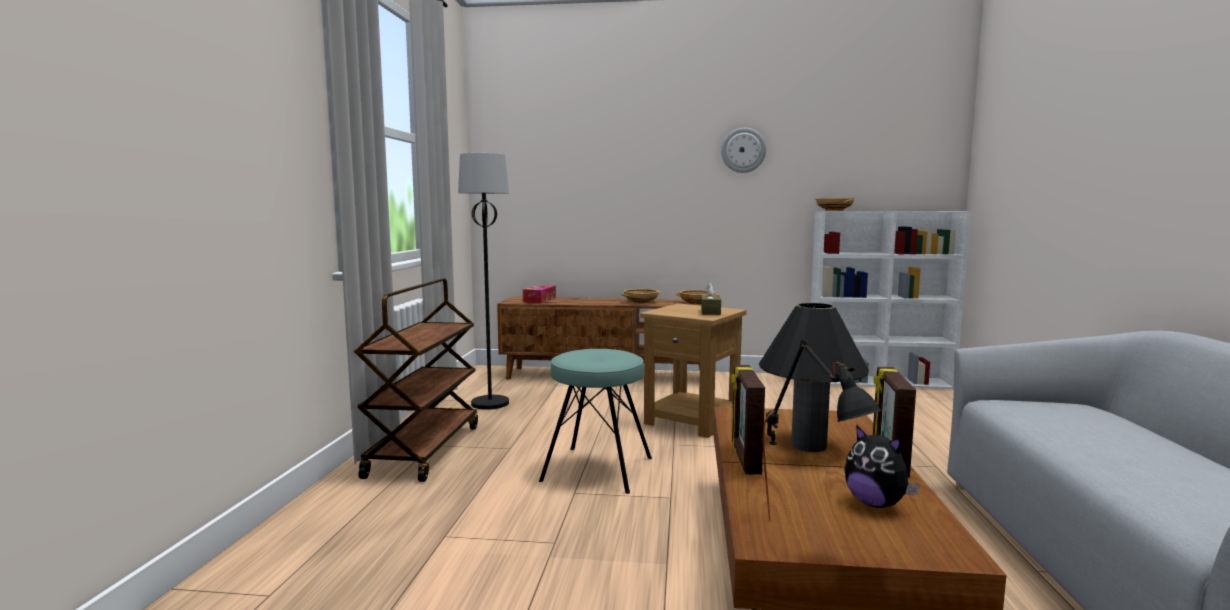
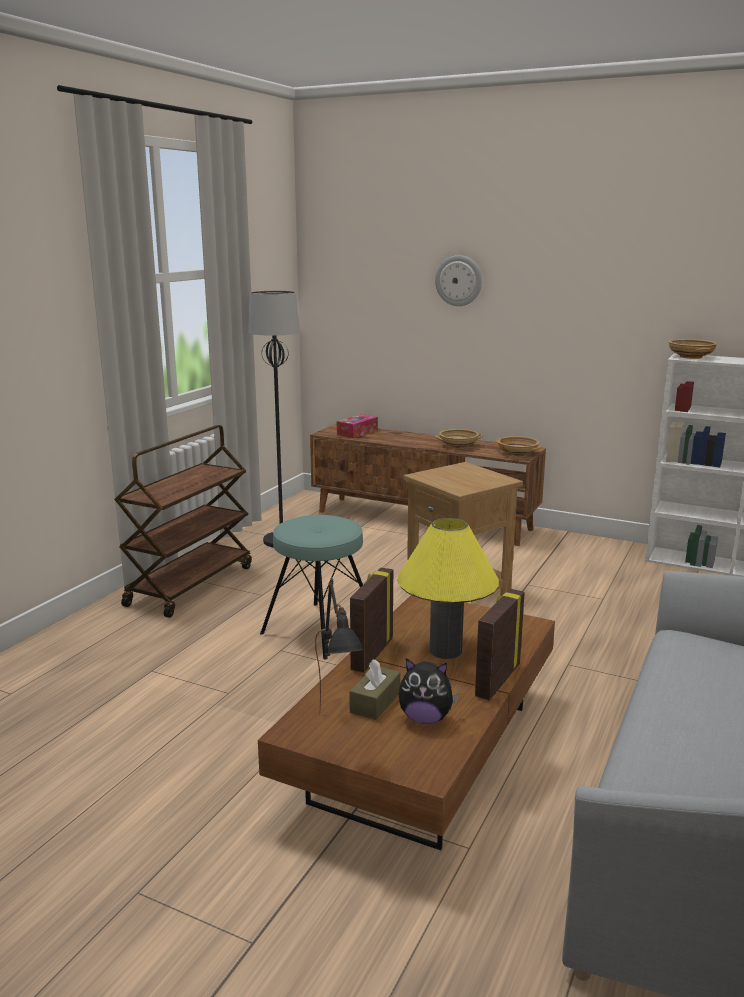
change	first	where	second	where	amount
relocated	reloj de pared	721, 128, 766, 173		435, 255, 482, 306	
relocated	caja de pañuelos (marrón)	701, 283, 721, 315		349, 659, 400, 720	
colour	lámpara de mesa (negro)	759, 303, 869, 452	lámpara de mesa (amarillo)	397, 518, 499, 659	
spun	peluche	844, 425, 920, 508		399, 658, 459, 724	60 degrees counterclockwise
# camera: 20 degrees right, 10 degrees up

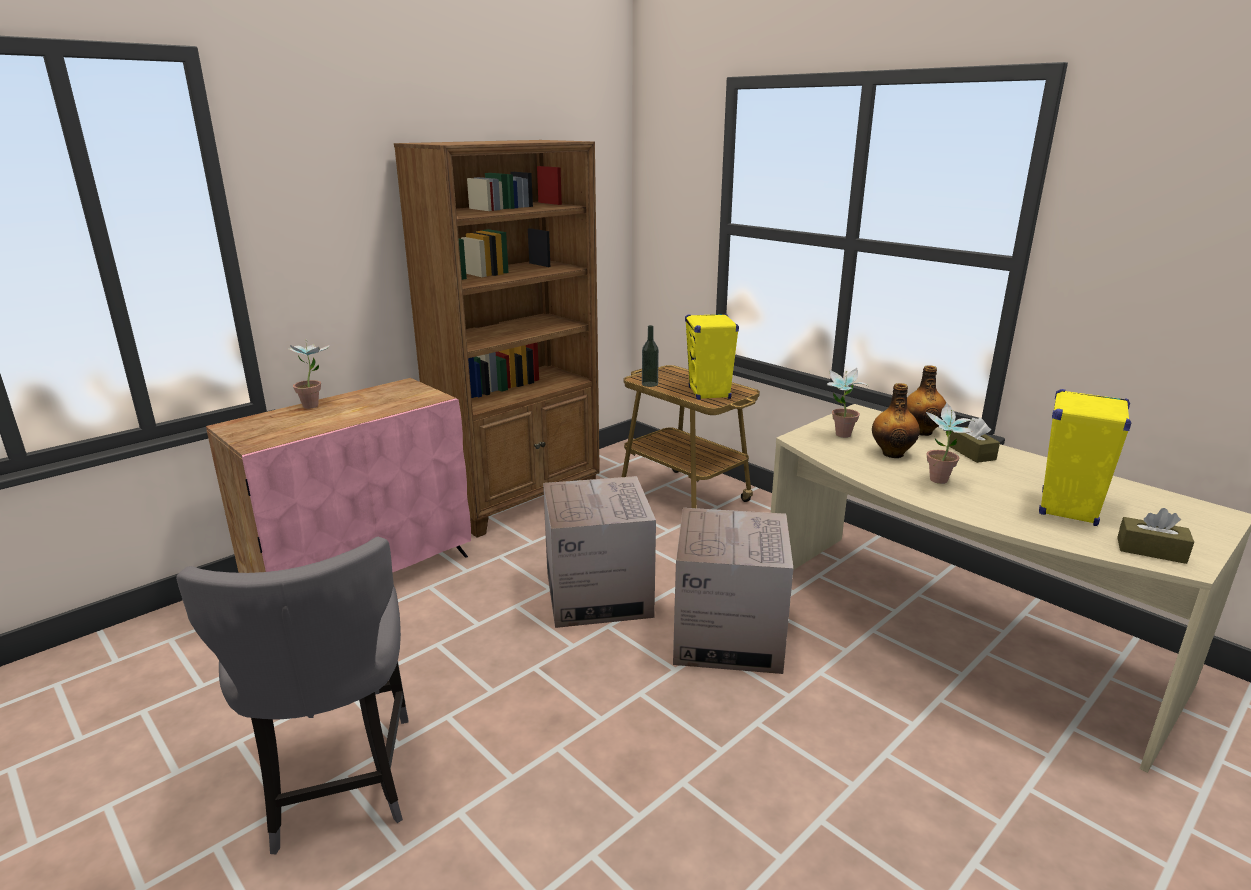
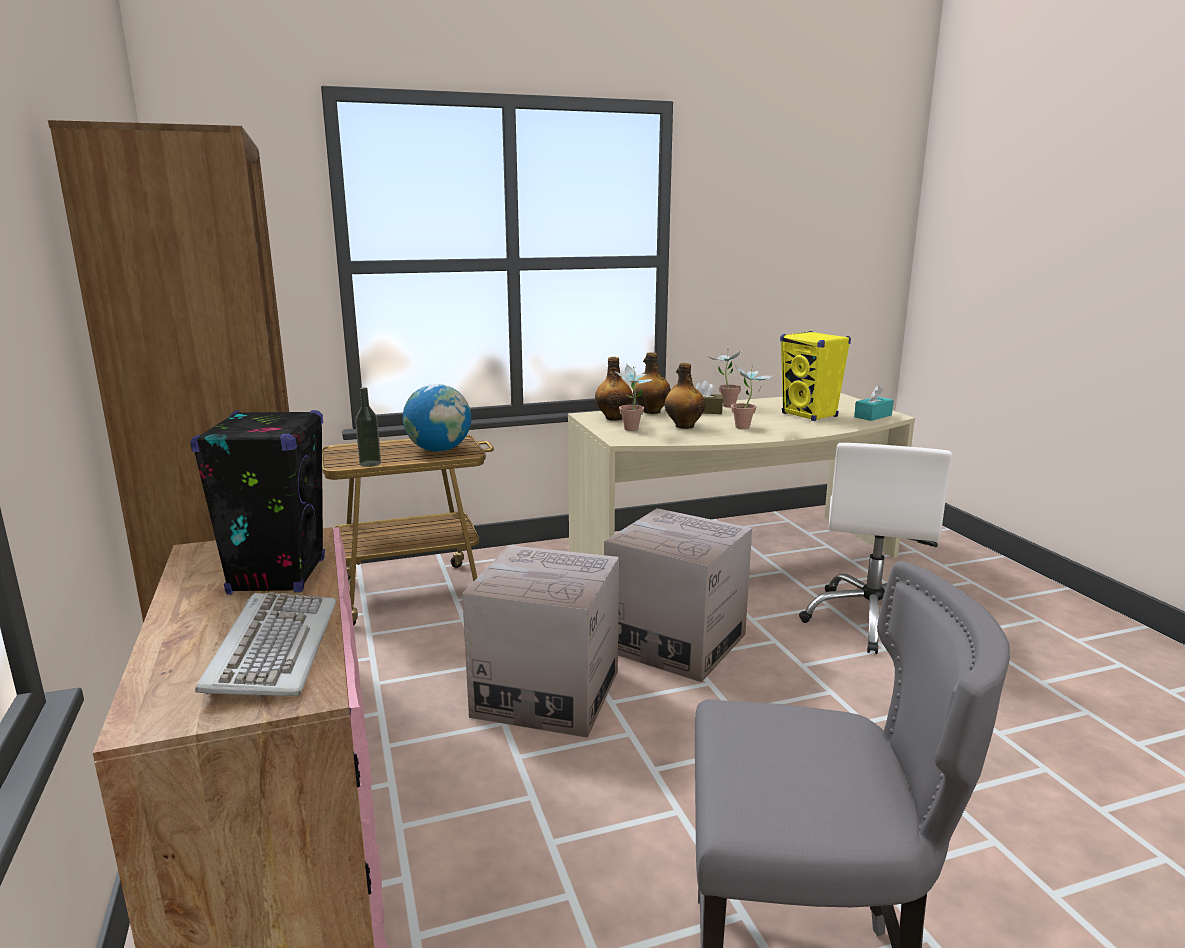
change	first	where	second	where	amount
exchanged	altavoz (amarillo)	685, 313, 739, 400	globo terráqueo	403, 384, 471, 452	
relocated	planta en maceta	289, 341, 329, 409		709, 348, 742, 408	
colour	caja de pañuelos (marrón)	1117, 508, 1194, 564	caja de pañuelos (turquesa)	854, 385, 894, 421	
appeared			botella	595, 357, 633, 421	
appeared			altavoz (negro)	190, 410, 325, 594	
appeared			silla de oficina (blanco)	799, 443, 952, 654	
appeared			teclado	195, 592, 336, 696	
# camera: 65 degrees left, 5 degrees down

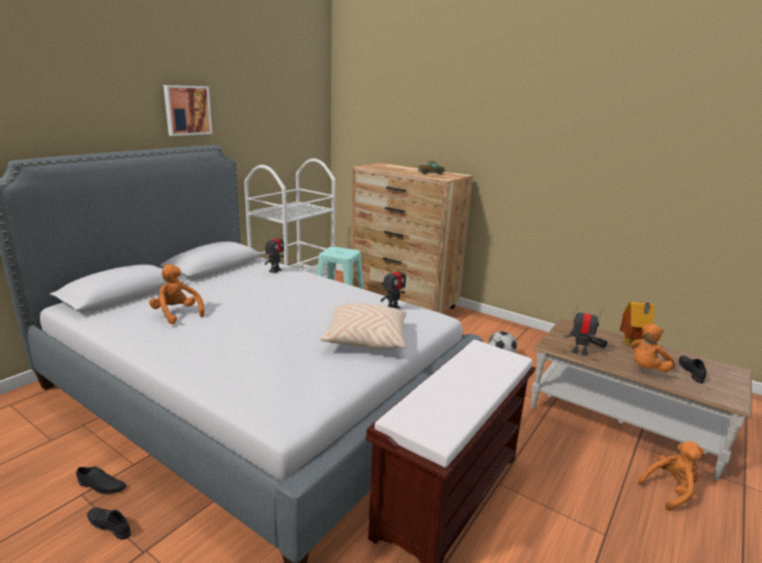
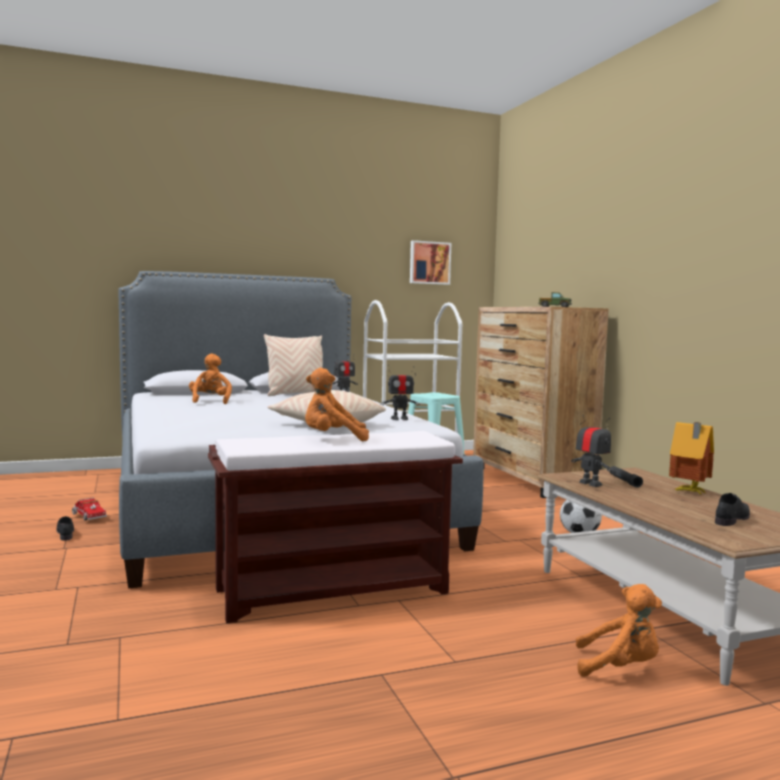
change	first	where	second	where	amount
relocated	cuadro	163, 85, 212, 136		410, 240, 451, 285	
relocated	peluche (naranja)	631, 324, 675, 372		305, 368, 369, 441	
exchanged	zapato (negro)	76, 466, 126, 494	camión de juguete	72, 498, 107, 521	
appeared			cojín (beis)	264, 334, 323, 396	
# camera: 35 degrees right, 15 degrees down

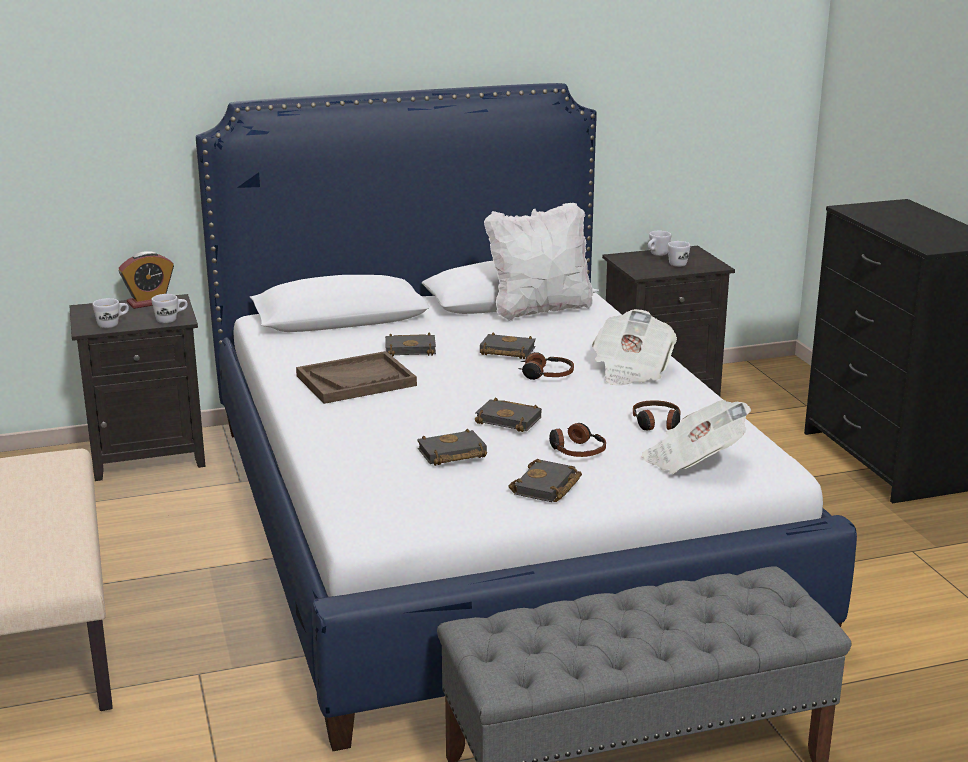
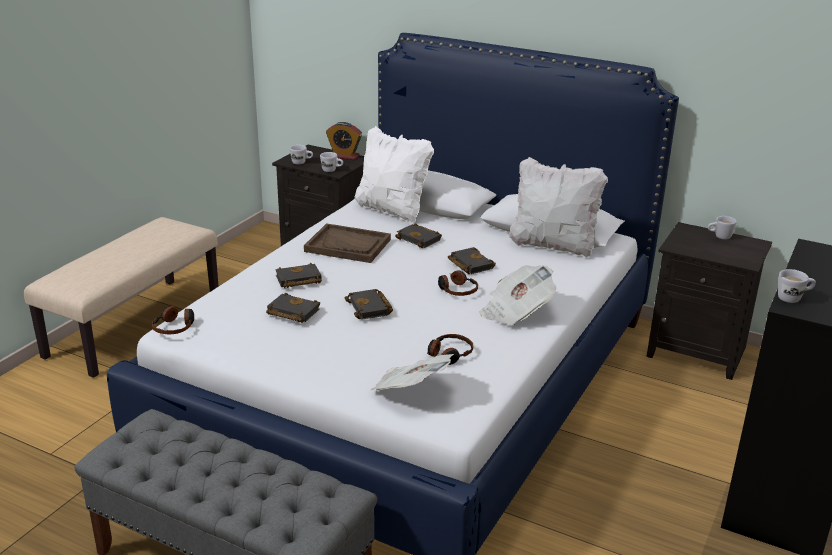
change	first	where	second	where	amount
relocated	taza grande (blanco)	668, 241, 691, 267		778, 269, 816, 303	
relocated	auriculares	549, 423, 606, 457		152, 306, 194, 334	
relocated	libro (negro)	508, 459, 582, 502		275, 263, 322, 288	
appeared			cojín (blanco)	355, 126, 434, 223	
# camera: 45 degrees right, 5 degrees up

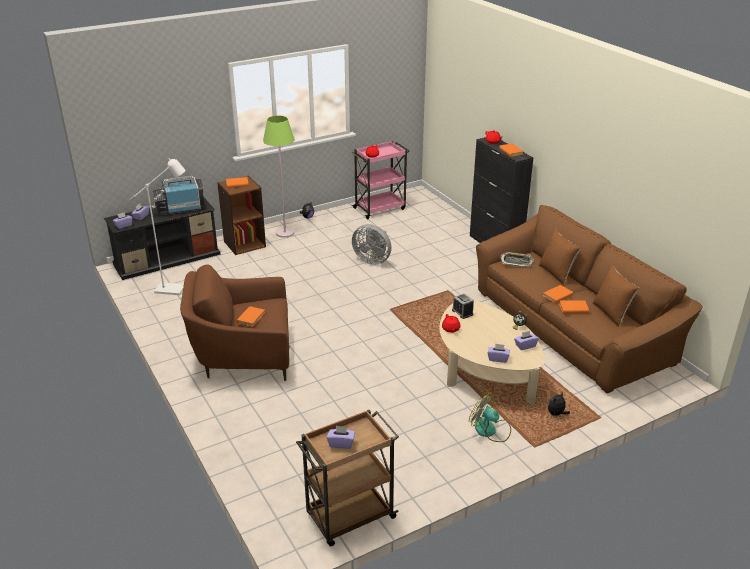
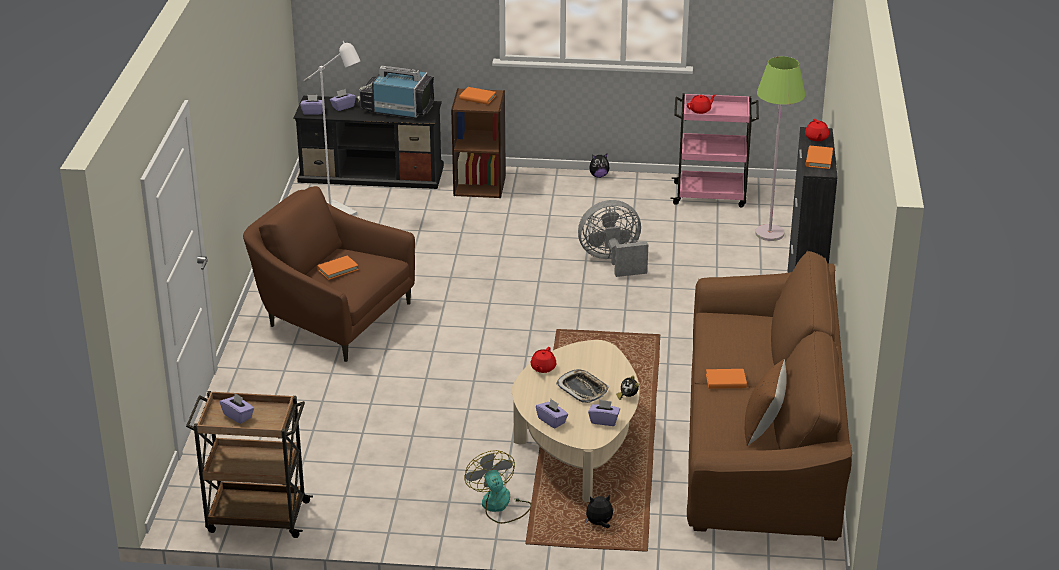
change	first	where	second	where	amount
relocated	lámpara de pie (verde)	263, 116, 295, 238		755, 56, 805, 241	
spun	ventilador (gris)	352, 224, 391, 265		578, 200, 648, 277	105 degrees clockwise
missing	cojín (marrón)	539, 229, 581, 285			
relocated	bandeja	500, 252, 534, 268		556, 369, 609, 403	
missing	despertador	452, 293, 474, 319			
missing	libro (naranja)	559, 300, 589, 313			
# camera: 35 degrees right, 0 degrees up

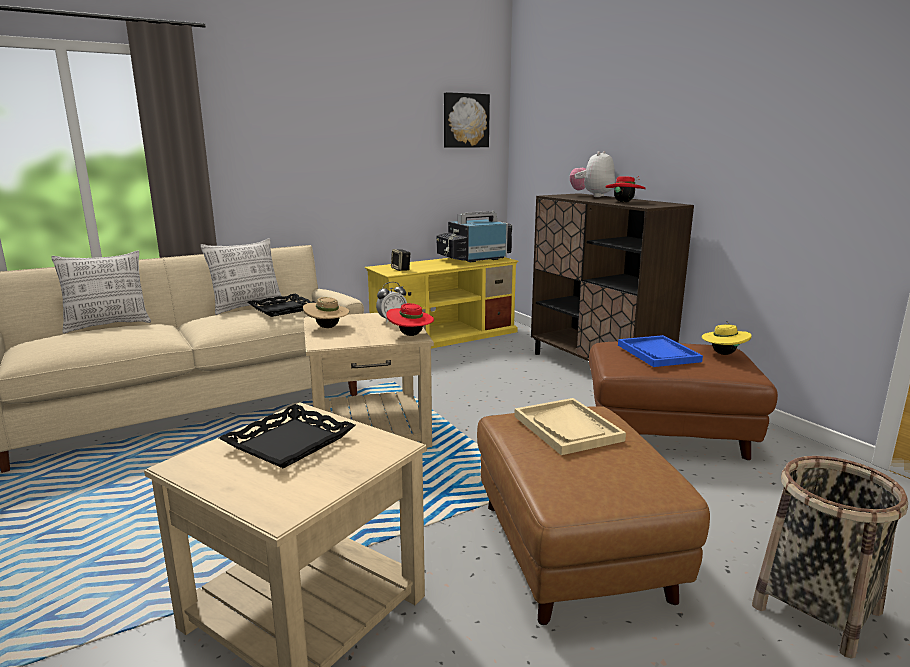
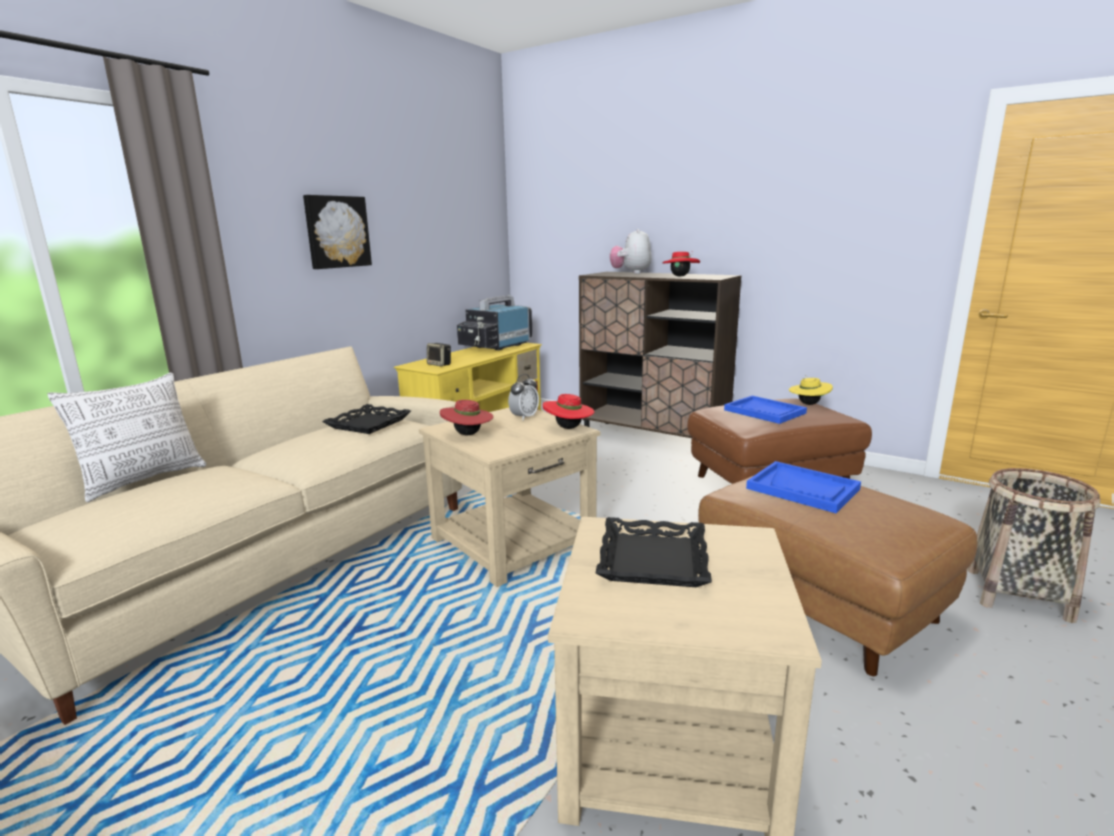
change	first	where	second	where	amount
relocated	cuadro	444, 92, 490, 148		303, 195, 372, 269	
missing	cojín	200, 239, 284, 315			
colour	sombrero (beis)	303, 297, 350, 328	sombrero (rojo)	440, 400, 493, 435	
colour	bandeja (beis)	514, 398, 626, 455	bandeja (azul)	746, 461, 861, 513	
# camera: 25 degrees left, 0 degrees up

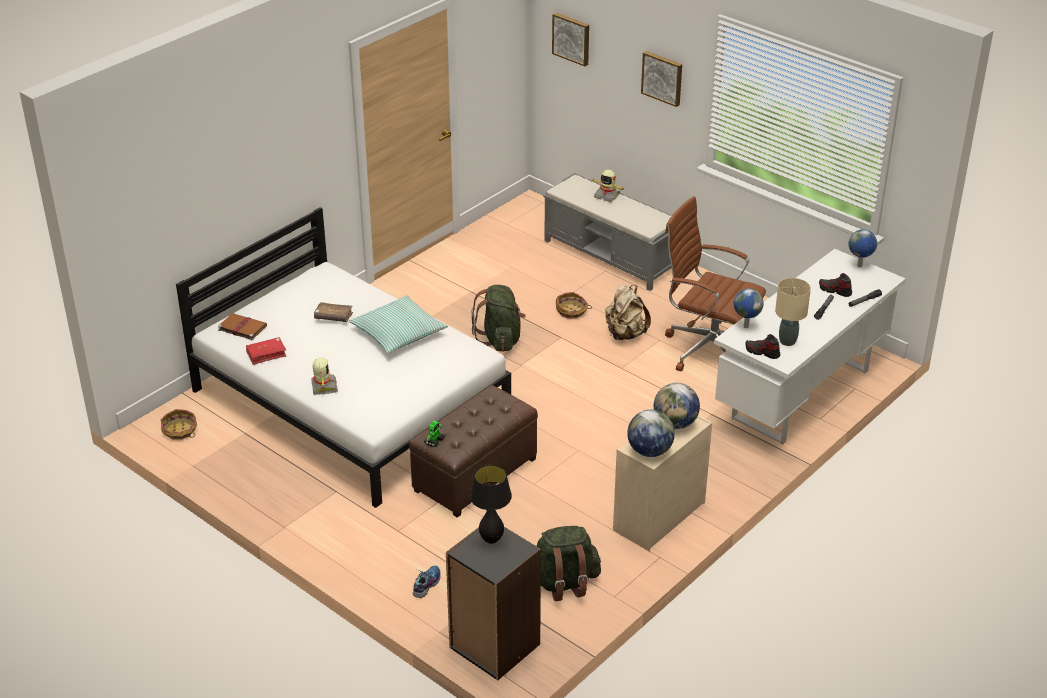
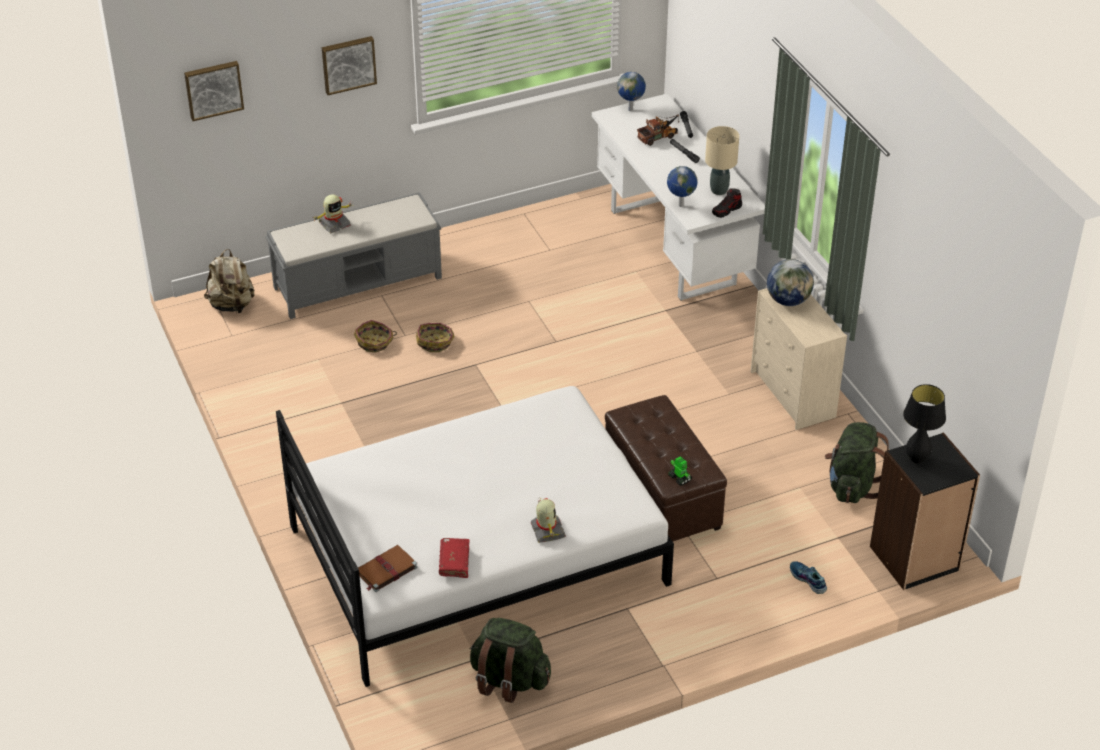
change	first	where	second	where	amount
missing	silla de oficina (marrón)	665, 196, 766, 371			
exchanged	zapato	819, 273, 852, 297	camión de juguete	637, 114, 680, 146	
relocated	mochila (verde)	471, 285, 526, 352		470, 618, 551, 703	
relocated	mochila (beis)	605, 285, 651, 340		204, 249, 255, 313	
missing	cojín	349, 295, 448, 353			
missing	libro (marrón)	314, 302, 353, 322			
spun	robot de juguete	311, 358, 338, 395		531, 498, 566, 543	60 degrees clockwise
relocated	cesta	161, 409, 197, 440		354, 320, 397, 352	
missing	globo terráqueo	627, 410, 675, 457			
# camera: 65 degrees left, 5 degrees up

